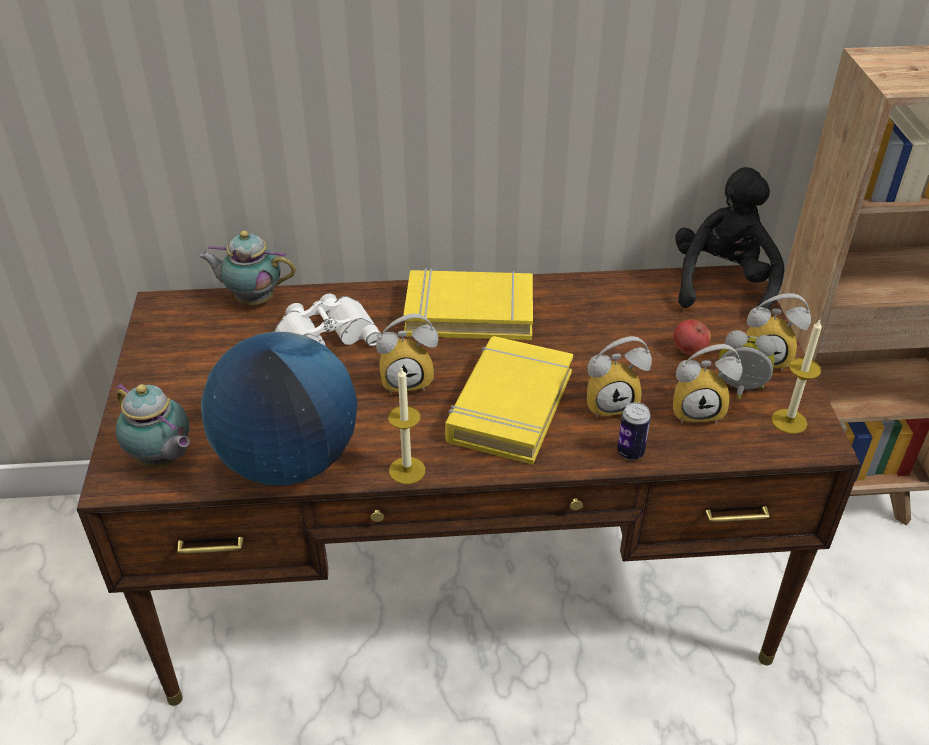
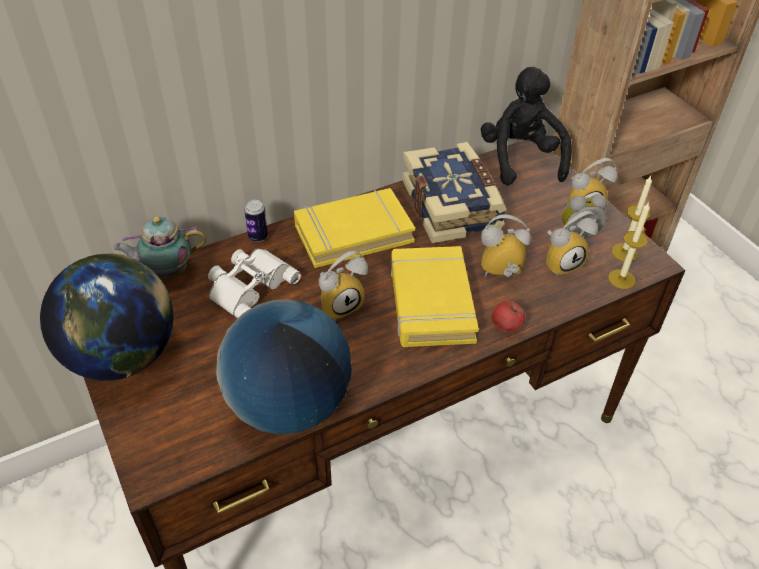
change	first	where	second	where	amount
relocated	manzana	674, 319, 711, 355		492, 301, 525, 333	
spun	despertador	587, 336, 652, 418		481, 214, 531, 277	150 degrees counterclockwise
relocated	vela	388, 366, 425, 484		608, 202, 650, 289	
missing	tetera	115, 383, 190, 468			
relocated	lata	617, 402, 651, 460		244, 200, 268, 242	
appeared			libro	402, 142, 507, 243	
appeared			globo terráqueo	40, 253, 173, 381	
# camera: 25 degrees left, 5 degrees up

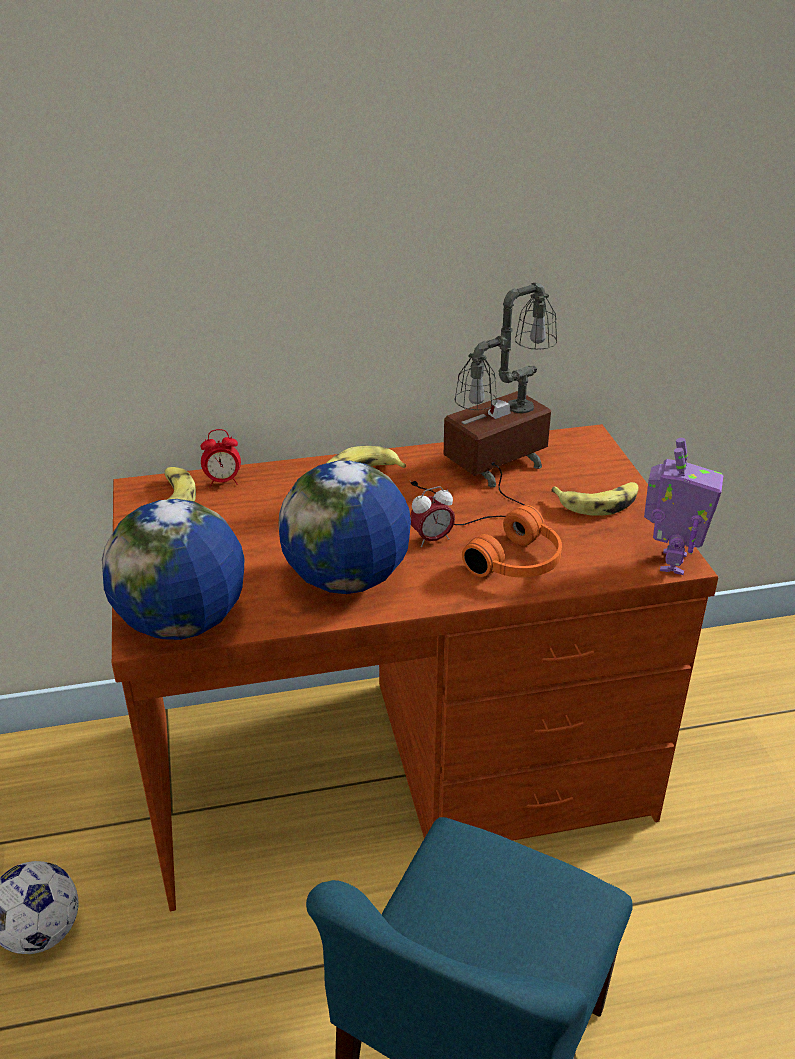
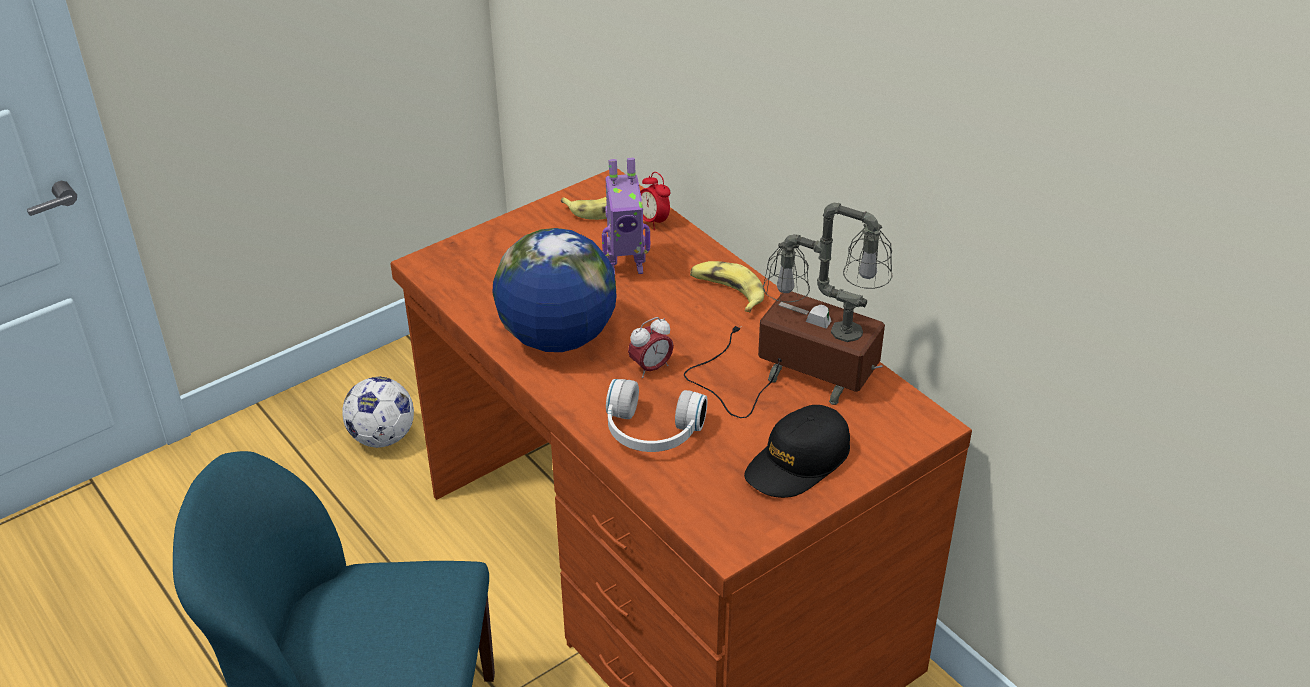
change	first	where	second	where	amount
relocated	robot de juguete	644, 438, 723, 575		602, 158, 650, 274	
exchanged	plátano	551, 482, 639, 516	gorra (negro)	744, 405, 850, 498	
spun	despertador	410, 486, 455, 547		628, 317, 674, 378	75 degrees counterclockwise
missing	globo terráqueo	102, 499, 245, 640			
colour	auriculares (naranja)	462, 505, 562, 578	auriculares (blanco)	606, 379, 707, 452	
# camera: 65 degrees right, 5 degrees up

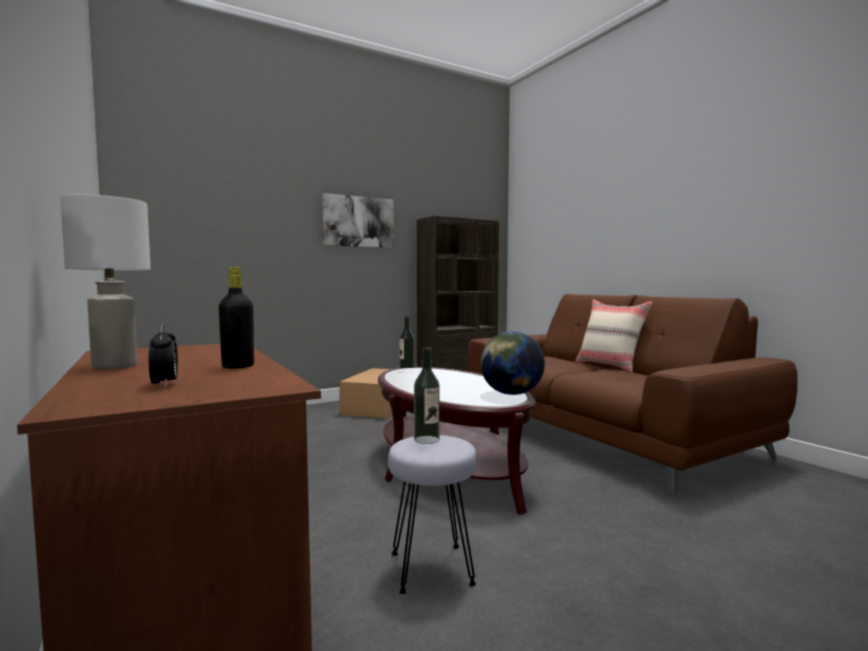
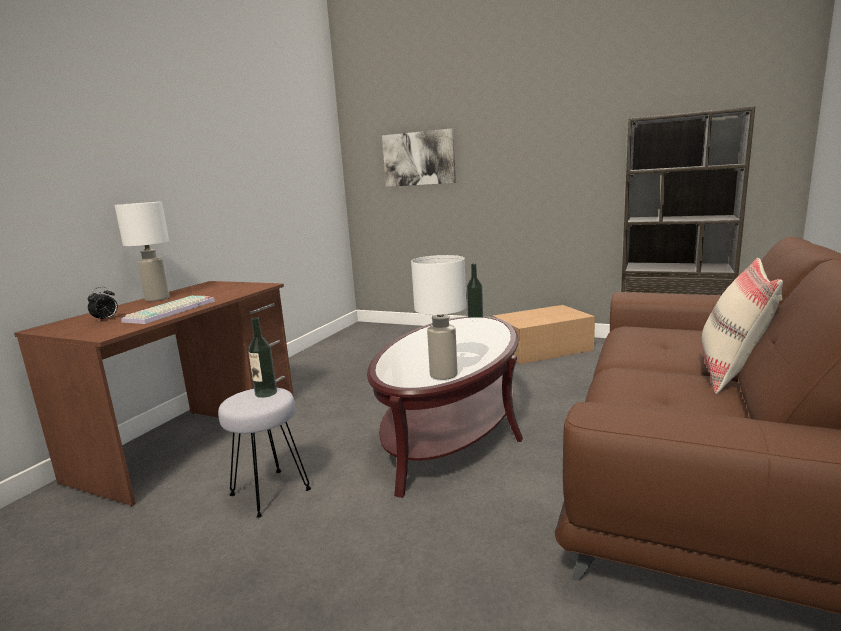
change	first	where	second	where	amount
relocated	cuadro	322, 193, 394, 248		382, 128, 456, 187	
exchanged	botella (negro)	218, 267, 254, 369	teclado	121, 295, 215, 324	
exchanged	globo terráqueo	480, 332, 545, 395	lámpara de mesa (blanco)	411, 255, 466, 380	
# camera: 55 degrees right, 10 degrees up

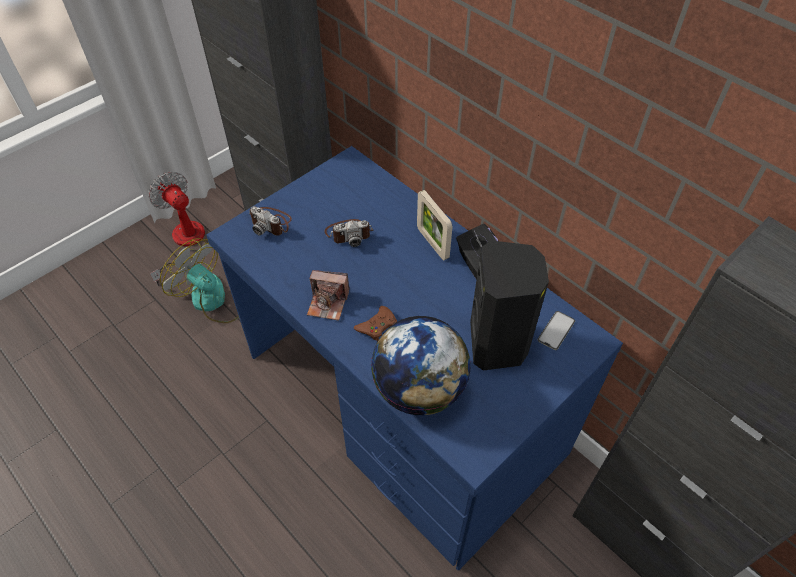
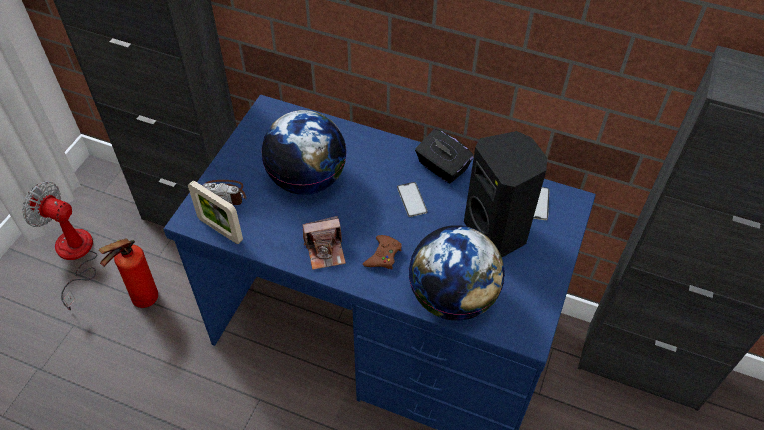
change	first	where	second	where	amount
relocated	portarretratos	417, 190, 452, 260		188, 181, 243, 244	
exchanged	cámara	325, 219, 373, 247	globo terráqueo	261, 110, 347, 195	
exchanged	ventilador	160, 238, 239, 323	extintor	99, 238, 158, 308	
appeared			móvil	397, 182, 428, 217	
# camera: 25 degrees left, 0 degrees up

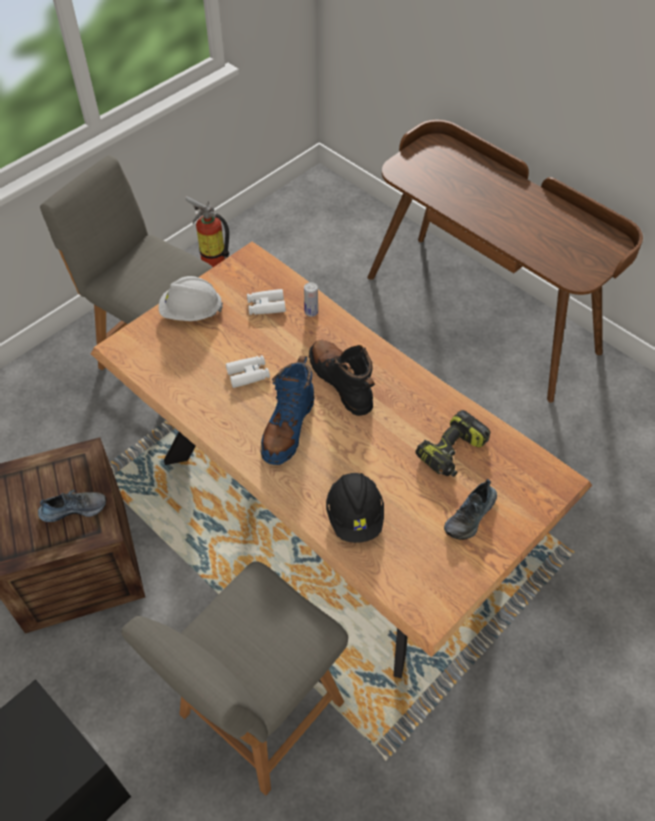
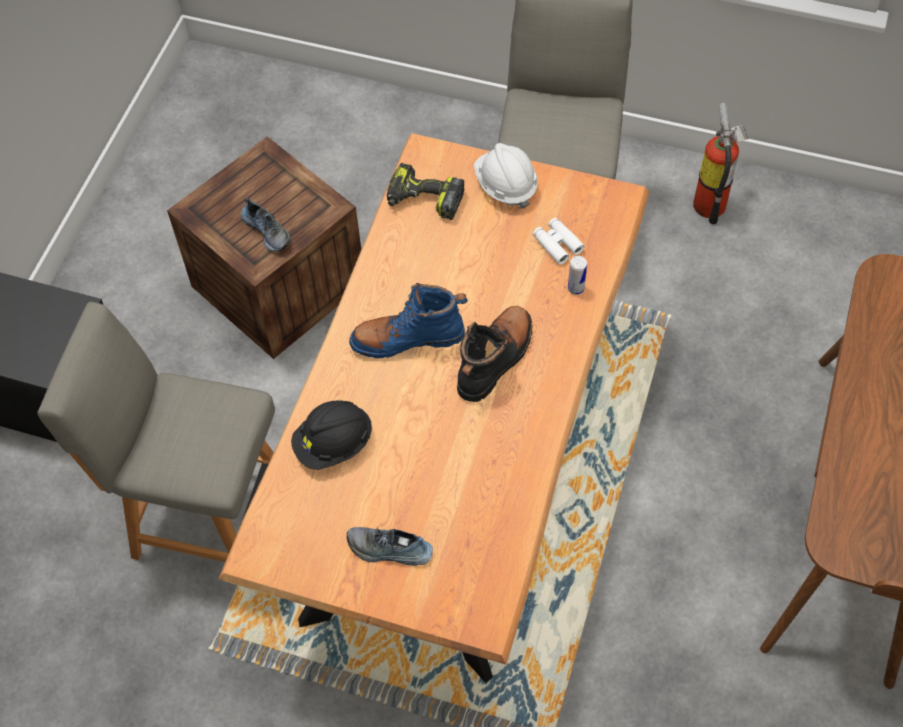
change	first	where	second	where	amount
missing	prismáticos (blanco)	226, 355, 270, 388			
relocated	taladro	415, 410, 490, 477		387, 163, 464, 220	
# camera: 65 degrees right, 5 degrees up

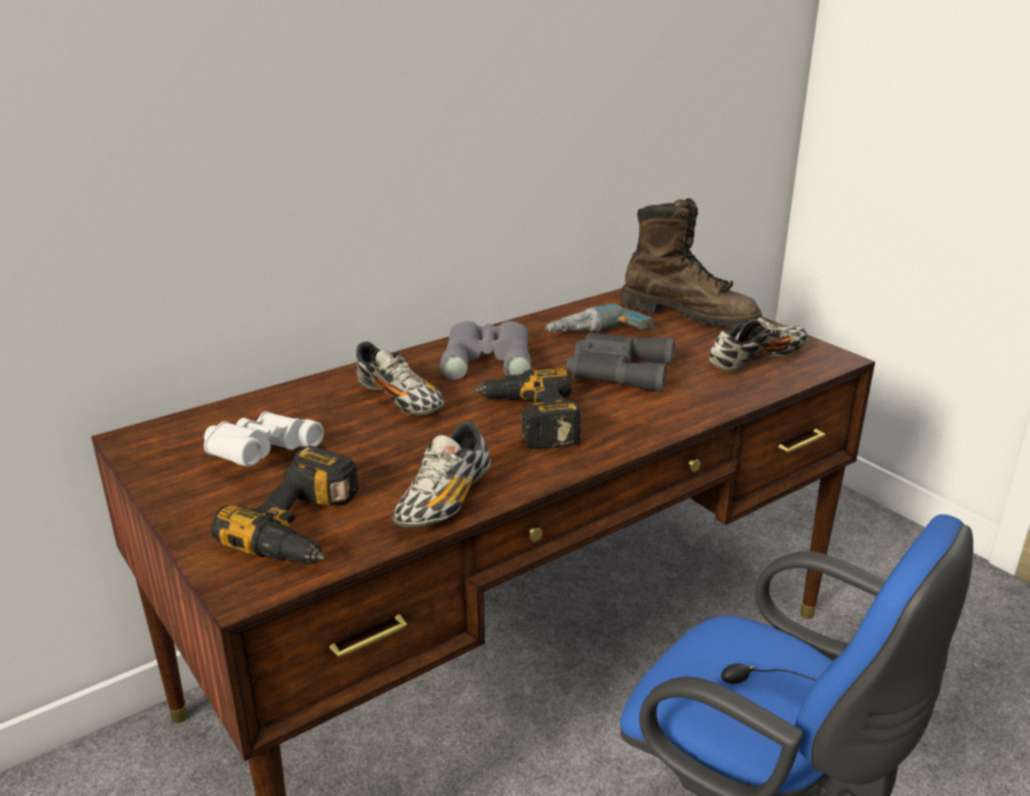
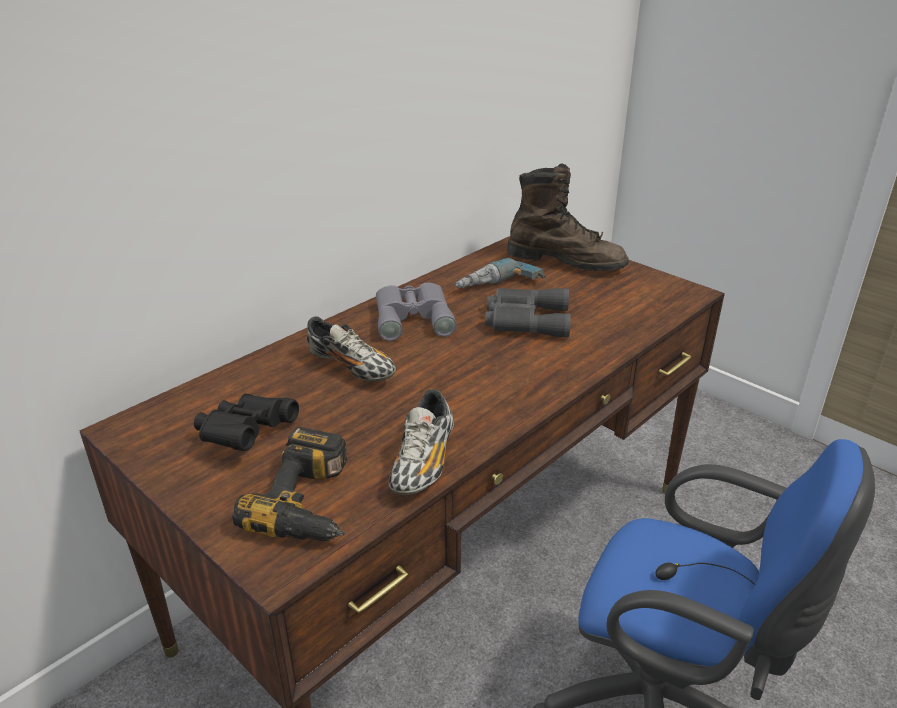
change	first	where	second	where	amount
missing	zapato	709, 317, 808, 372			
missing	taladro	473, 368, 582, 449			
colour	prismáticos (blanco)	204, 411, 324, 467	prismáticos (negro)	194, 394, 299, 451	
# camera: 10 degrees left, 5 degrees up

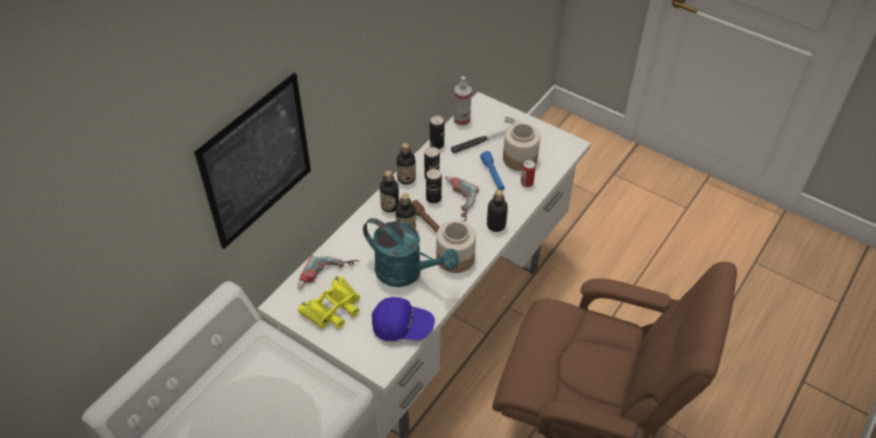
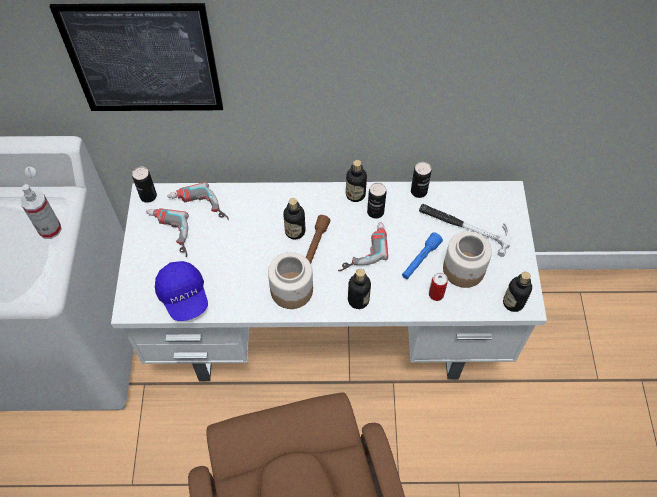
change	first	where	second	where	amount
relocated	pulverizador	454, 76, 472, 126		20, 184, 62, 239	
relocated	lata	426, 169, 442, 204		132, 167, 157, 203	
relocated	botella	380, 170, 399, 213		503, 272, 532, 312	
missing	regadera (turquesa)	363, 218, 459, 287			
exchanged	prismáticos (amarillo)	298, 276, 360, 329	taladro	146, 208, 189, 258	
# camera: 55 degrees right, 10 degrees up

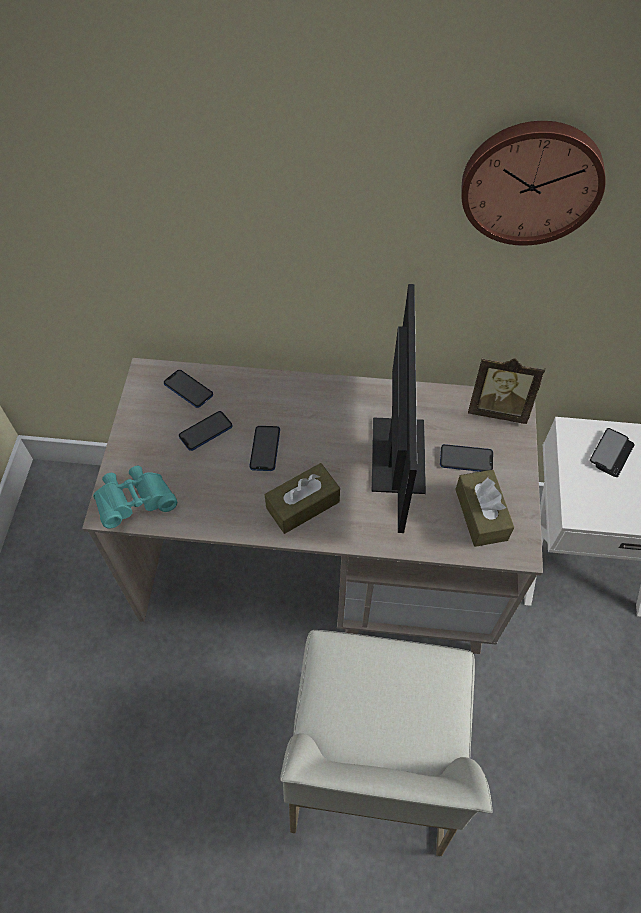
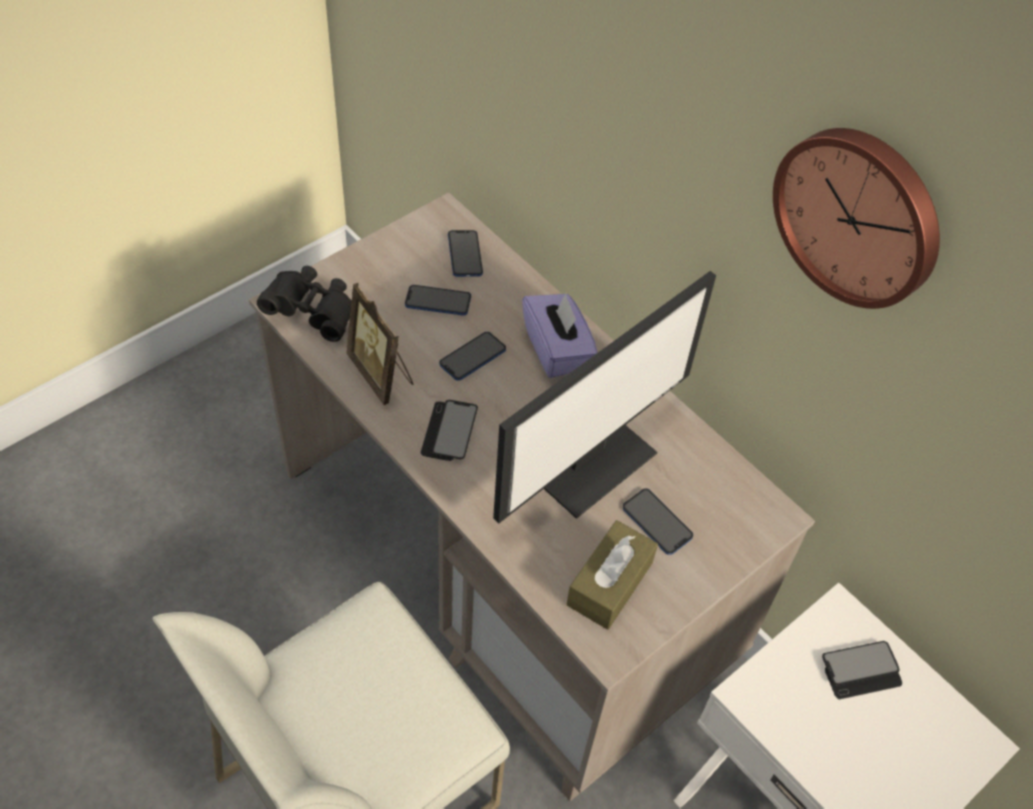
change	first	where	second	where	amount
relocated	portarretratos	468, 357, 545, 424		346, 282, 413, 405	
exchanged	caja de pañuelos (marrón)	265, 463, 340, 534	móvil	421, 400, 478, 461	
colour	prismáticos (turquesa)	93, 466, 177, 529	prismáticos (negro)	257, 266, 352, 342	
appeared			caja de pañuelos (morado)	522, 293, 598, 378	
# camera: 40 degrees right, 5 degrees down

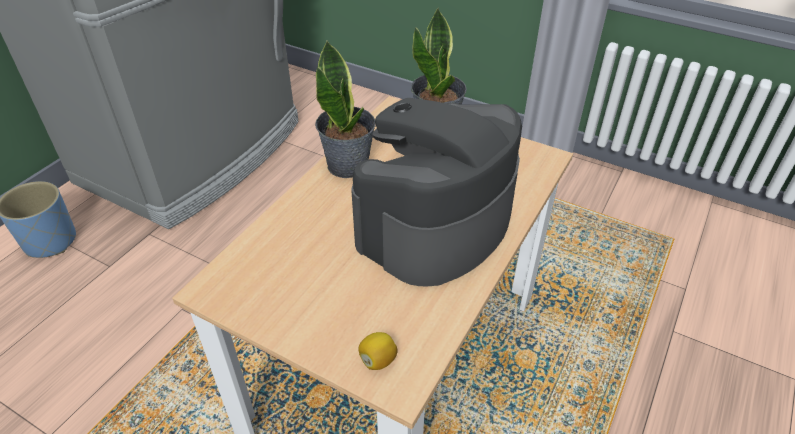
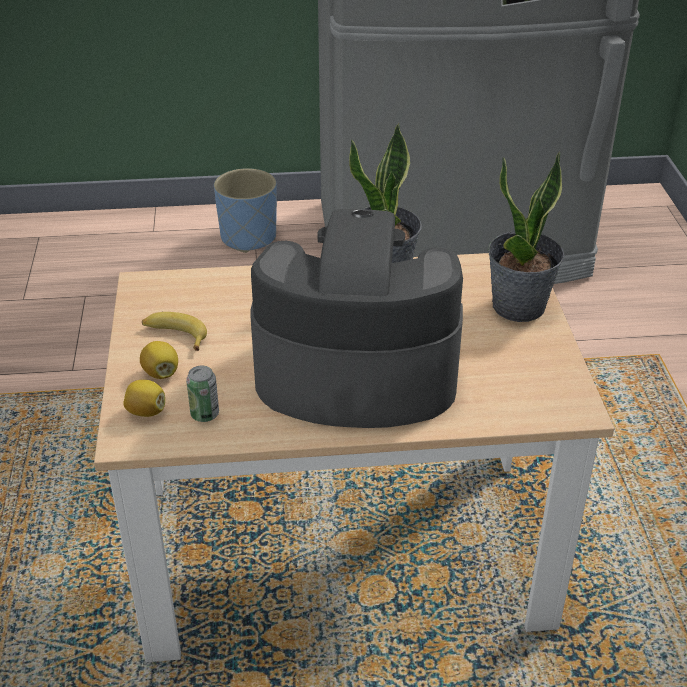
change	first	where	second	where	amount
appeared			plátano	142, 312, 207, 351	
appeared			limón	140, 341, 178, 379	
appeared			lata	186, 366, 219, 422	
# camera: 55 degrees right, 5 degrees down

